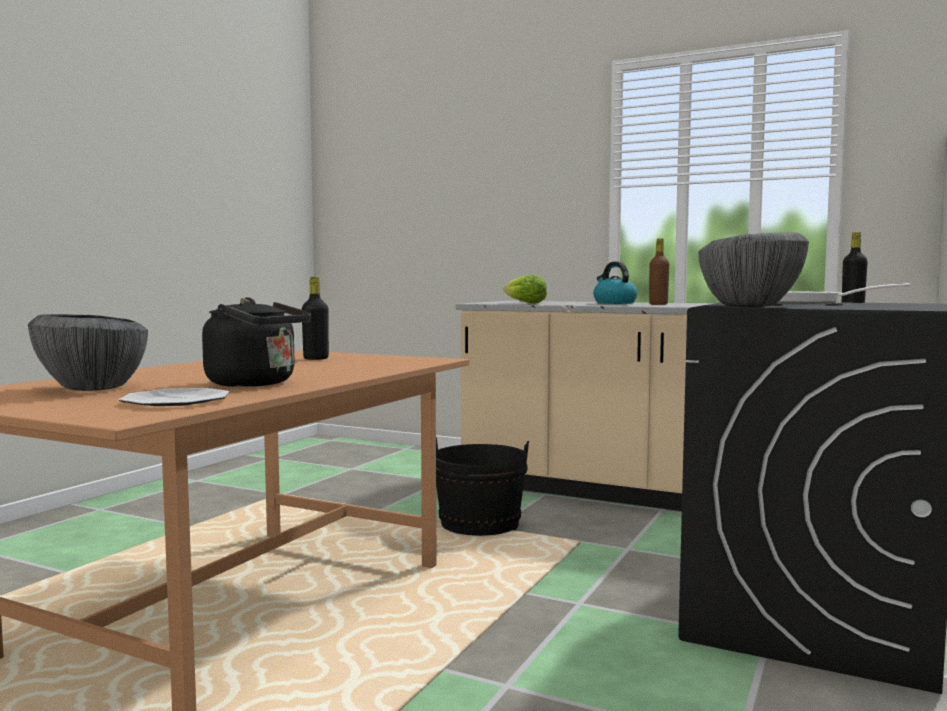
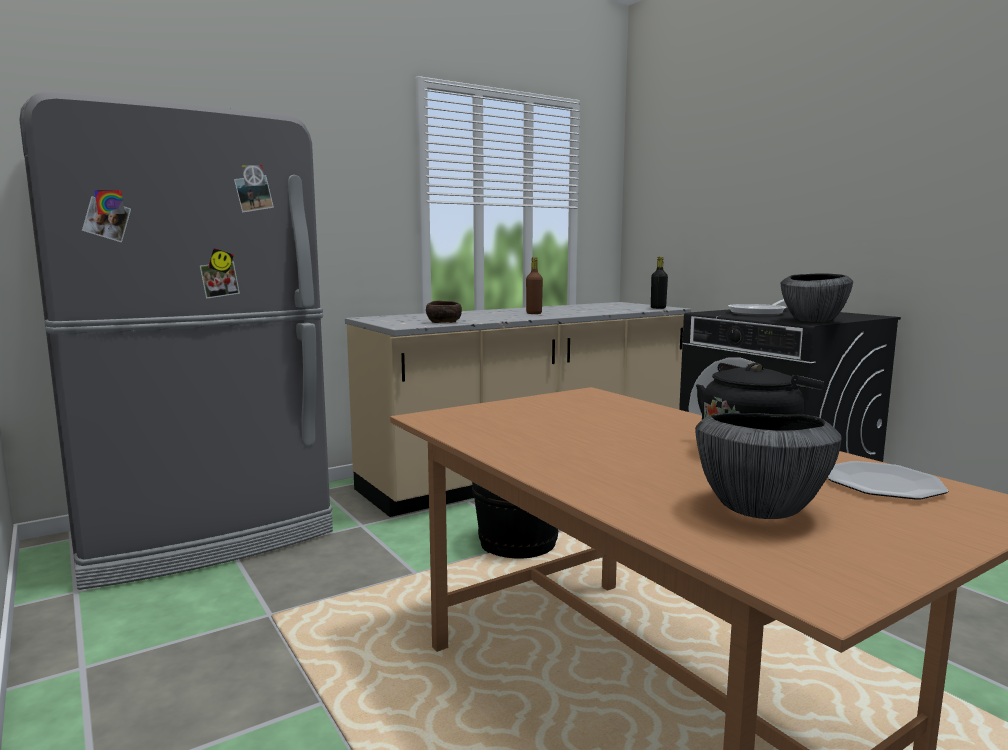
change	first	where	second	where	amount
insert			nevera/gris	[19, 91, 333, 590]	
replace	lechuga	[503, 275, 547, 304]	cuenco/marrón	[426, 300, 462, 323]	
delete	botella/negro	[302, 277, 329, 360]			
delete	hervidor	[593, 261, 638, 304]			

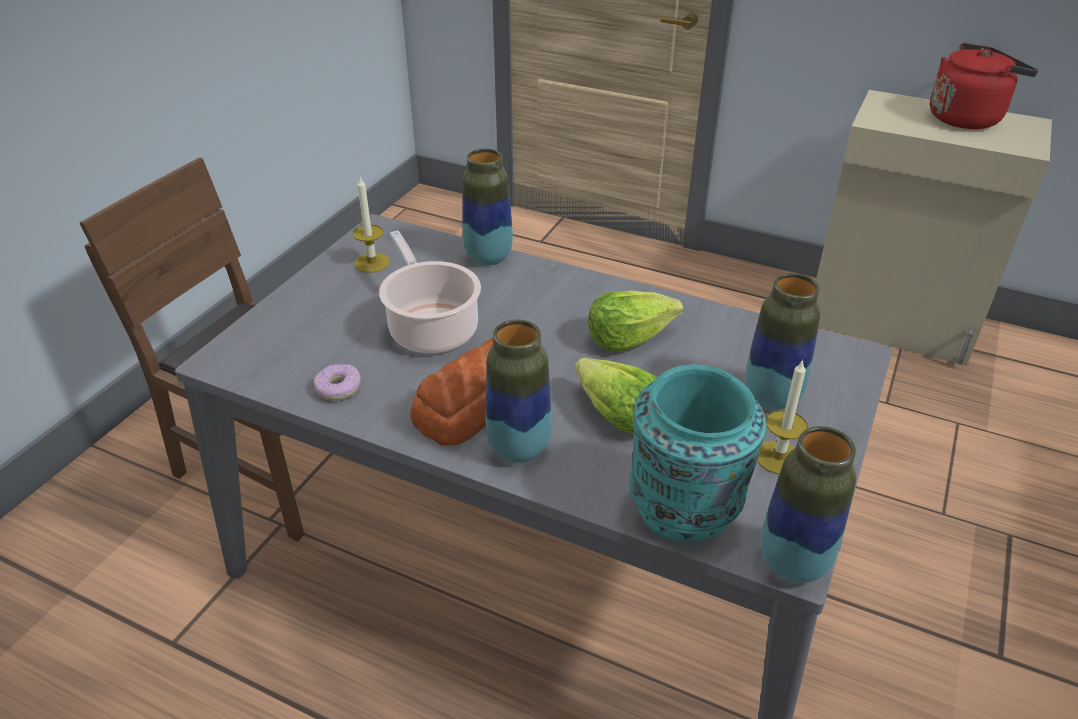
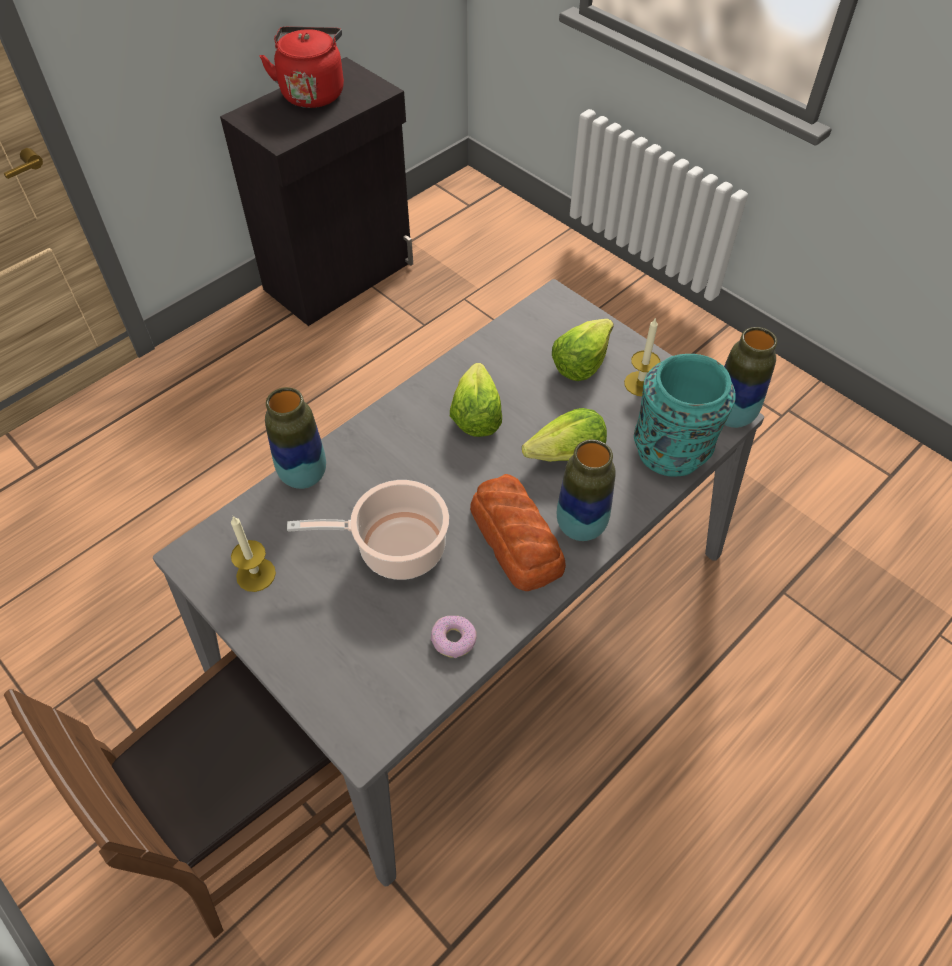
change	first	where	second	where	amount
recolor	armario/beis	[816, 90, 1052, 366]	armario/negro	[220, 57, 413, 326]	
replace	florero	[745, 273, 820, 410]	lechuga	[552, 319, 614, 381]	

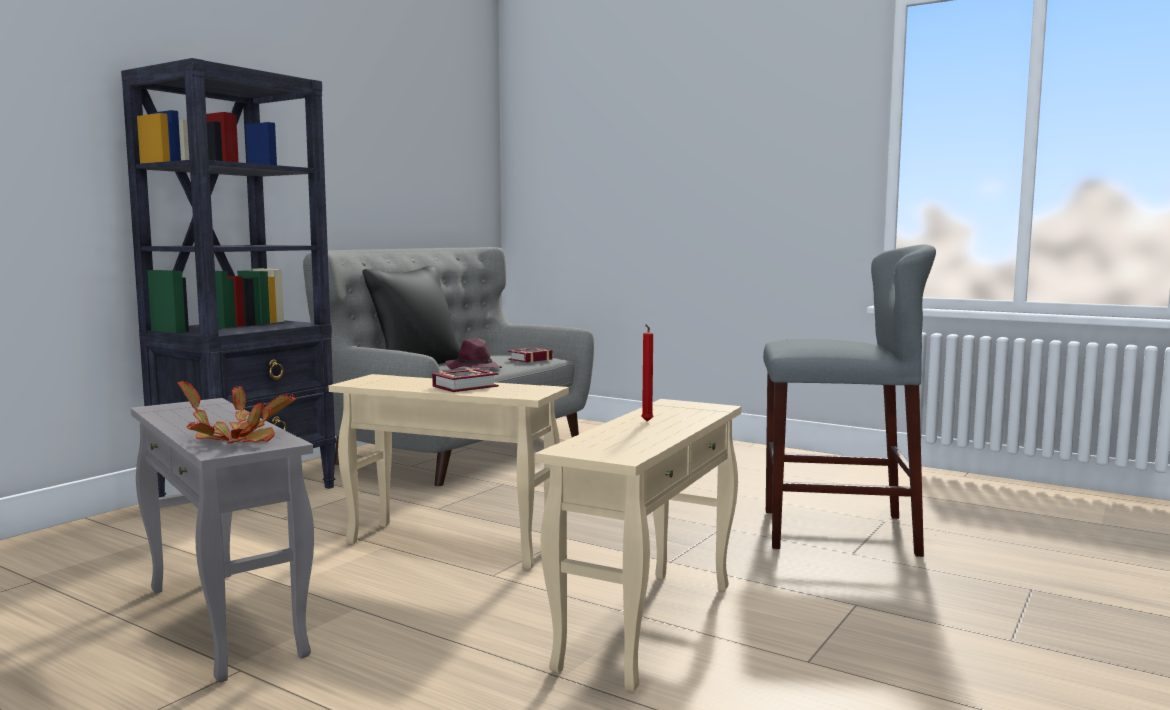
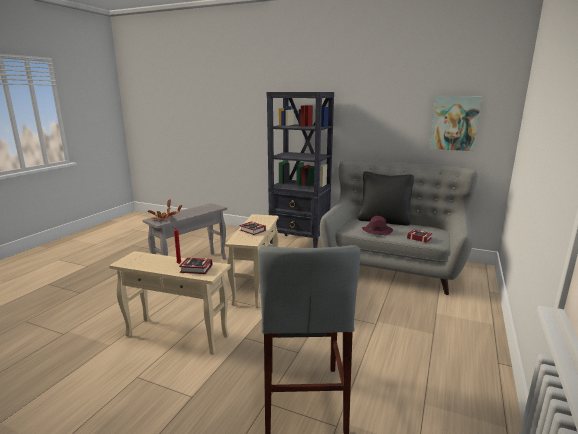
change	first	where	second	where	amount
insert			libro	[179, 257, 213, 274]	
insert			cuadro	[430, 97, 482, 151]	

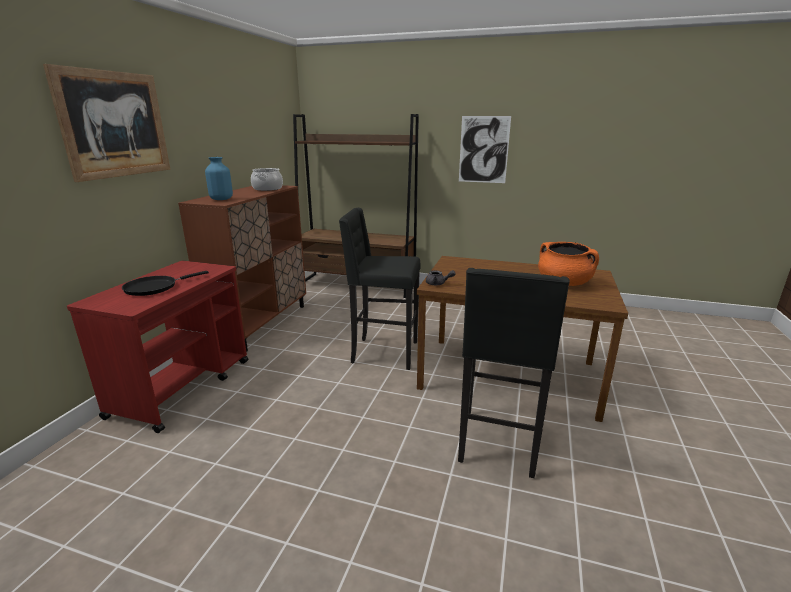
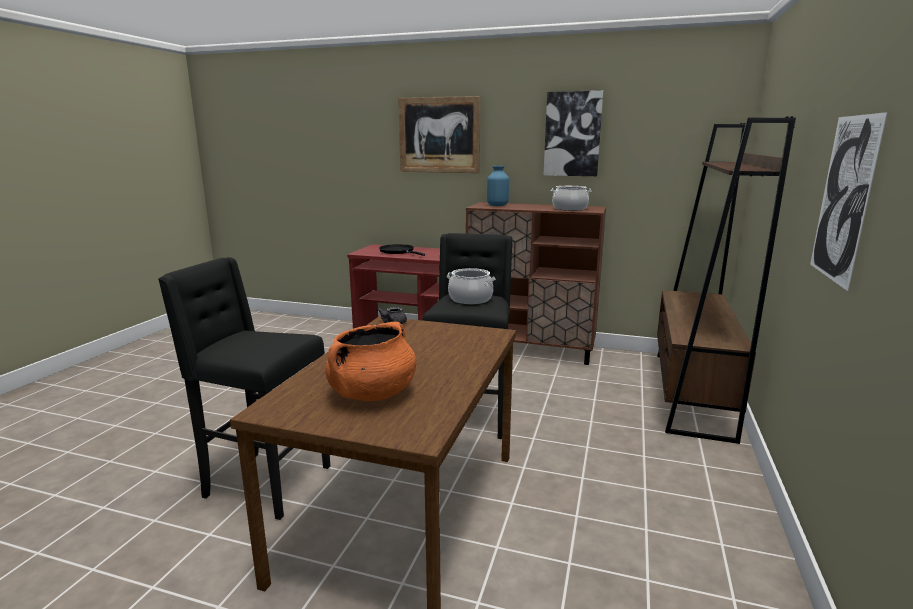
change	first	where	second	where	amount
insert			olla	[447, 268, 495, 304]	
insert			cuadro	[544, 91, 603, 176]	

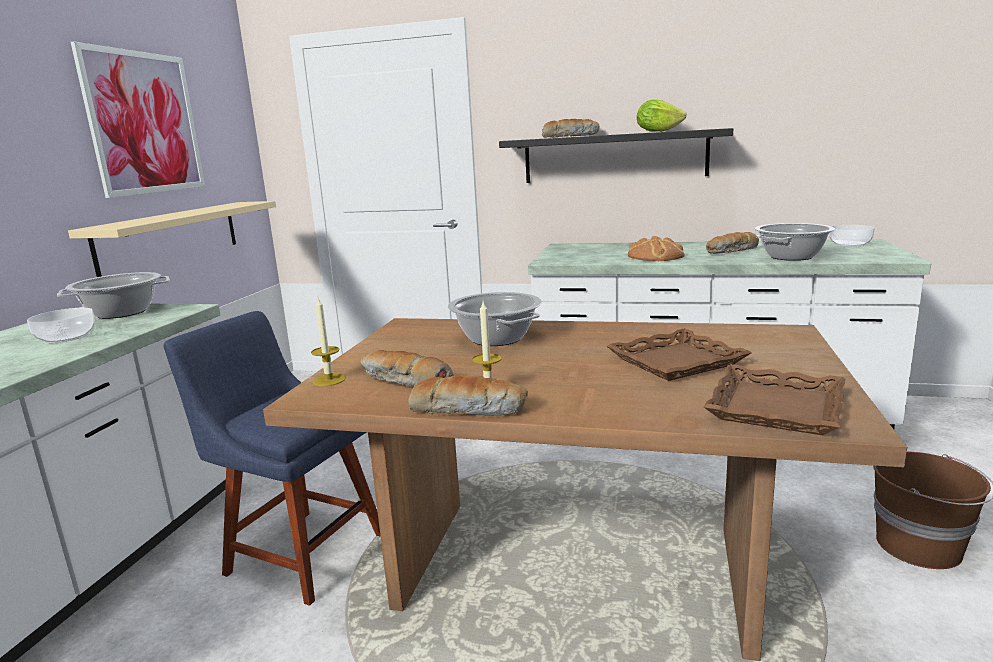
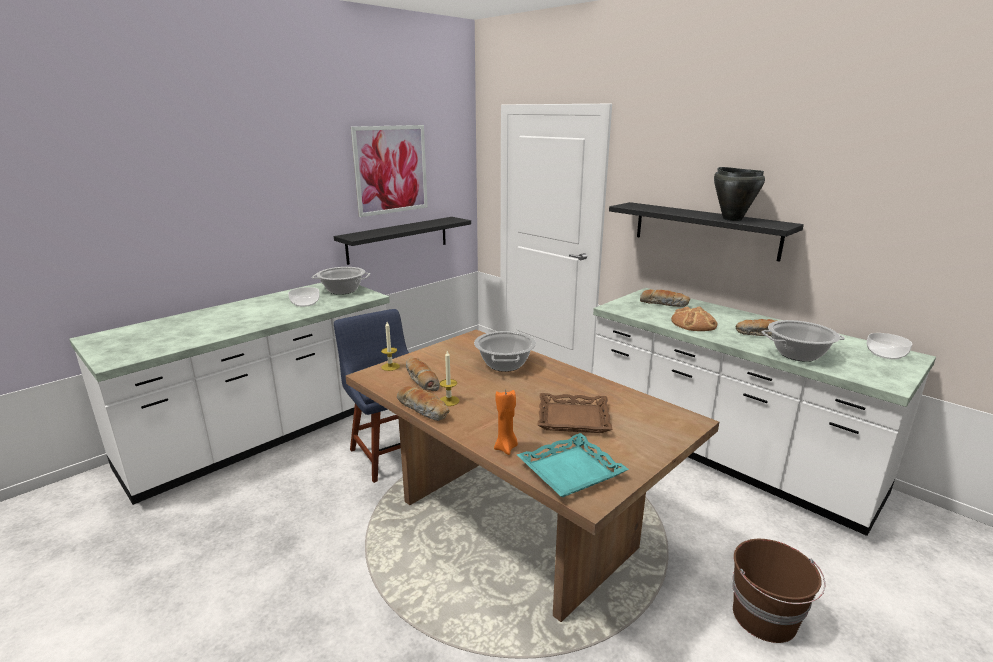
change	first	where	second	where	amount
recolor	estante/beis	[68, 201, 276, 277]	estante/negro	[334, 217, 471, 265]	
insert			vela/naranja	[494, 390, 518, 455]	
recolor	bandeja/marrón	[704, 364, 845, 435]	bandeja/turquesa	[517, 433, 629, 497]	
move	pan	[542, 119, 600, 138]		[640, 289, 690, 307]	
replace	lechuga	[637, 100, 687, 132]	olla/negro	[714, 167, 765, 221]	

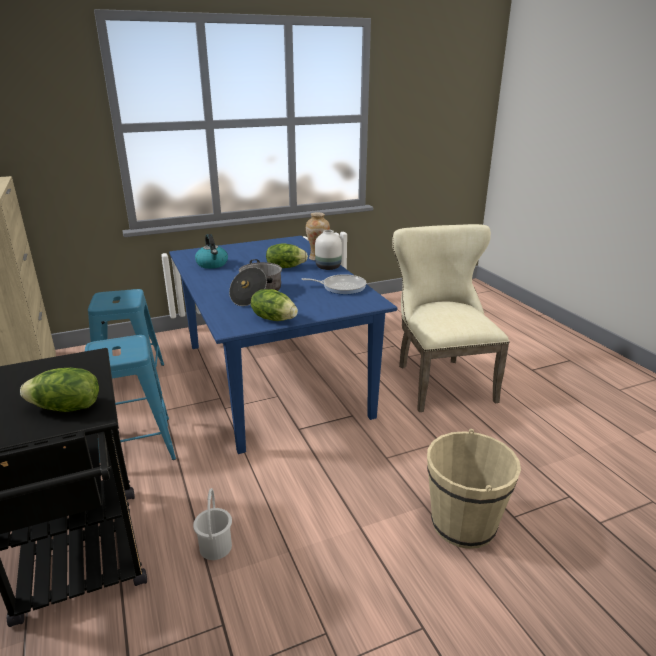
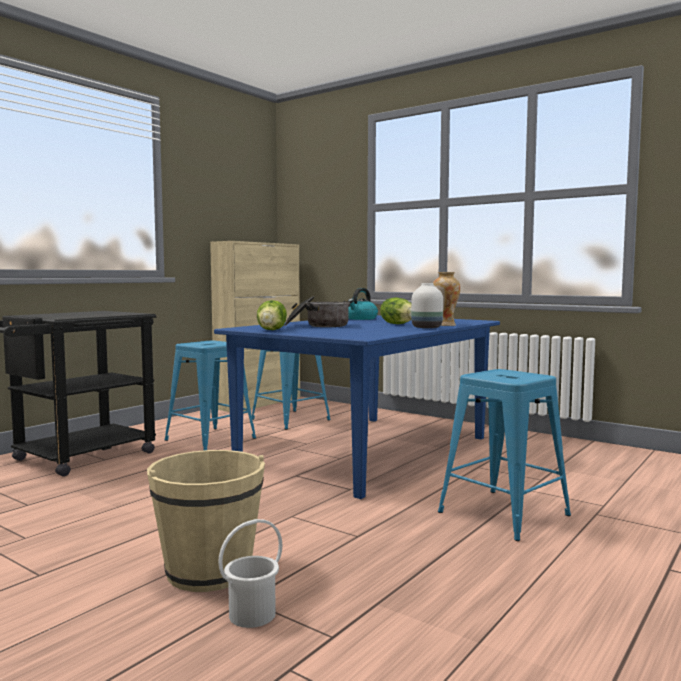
change	first	where	second	where	amount
move	cubo/blanco	[193, 488, 232, 560]		[218, 519, 282, 628]	
replace	silla/beis	[392, 224, 509, 412]	taburete/azul	[438, 369, 571, 541]	
delete	lechuga	[20, 368, 99, 412]			
delete	sartén	[302, 274, 366, 295]			

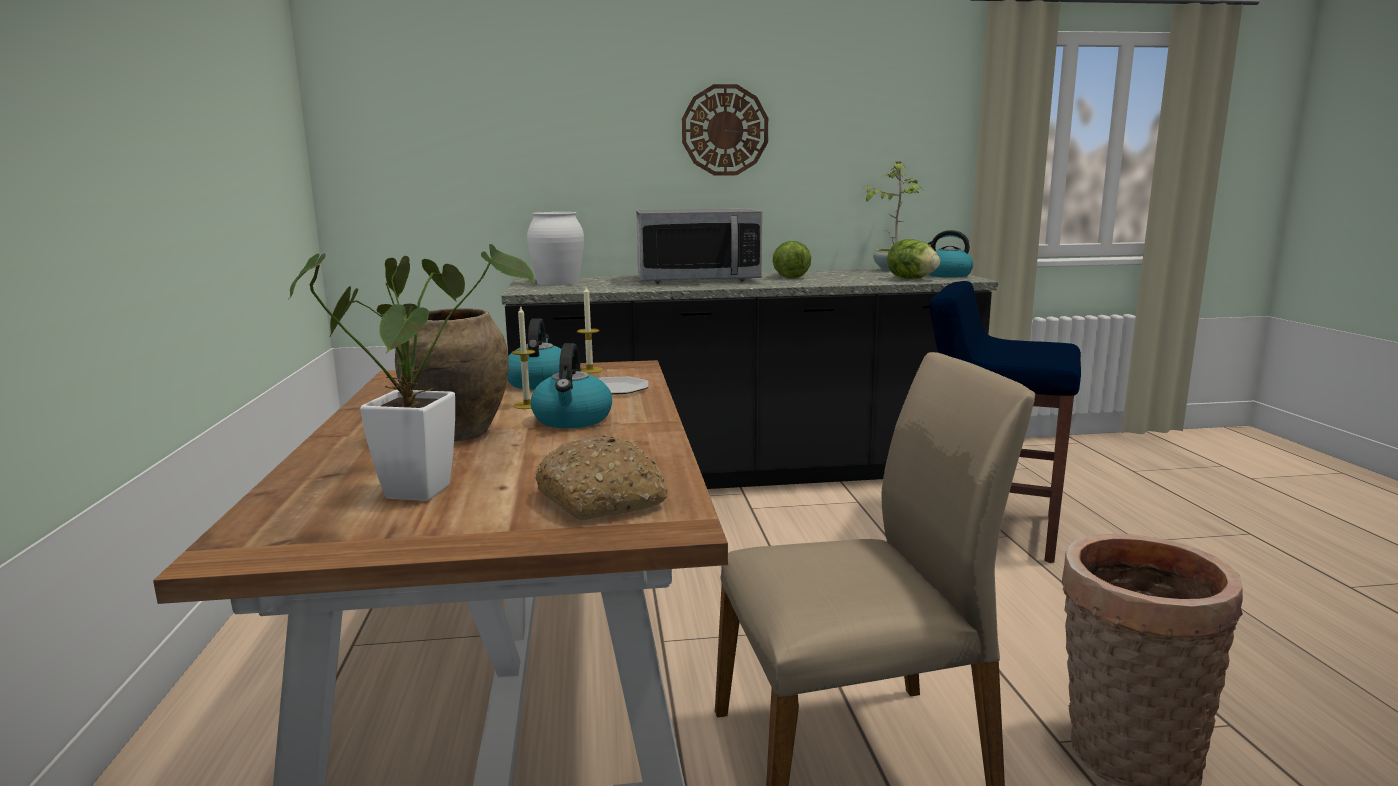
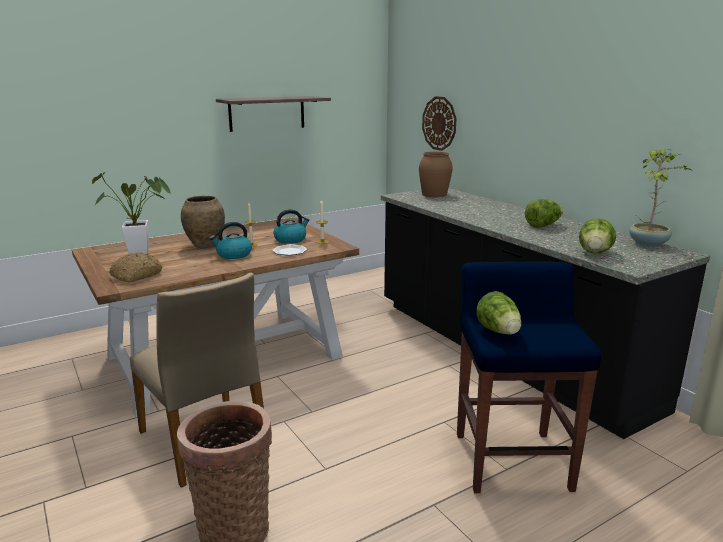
change	first	where	second	where	amount
insert			estante	[216, 96, 331, 132]	
recolor	florero/blanco	[527, 212, 584, 286]	florero/marrón	[419, 152, 453, 197]	
move	reloj de pared	[682, 84, 768, 176]		[422, 96, 457, 151]	
insert			lechuga	[476, 291, 521, 335]	
delete	microondas	[636, 208, 762, 283]			
delete	hervidor	[927, 230, 973, 278]			

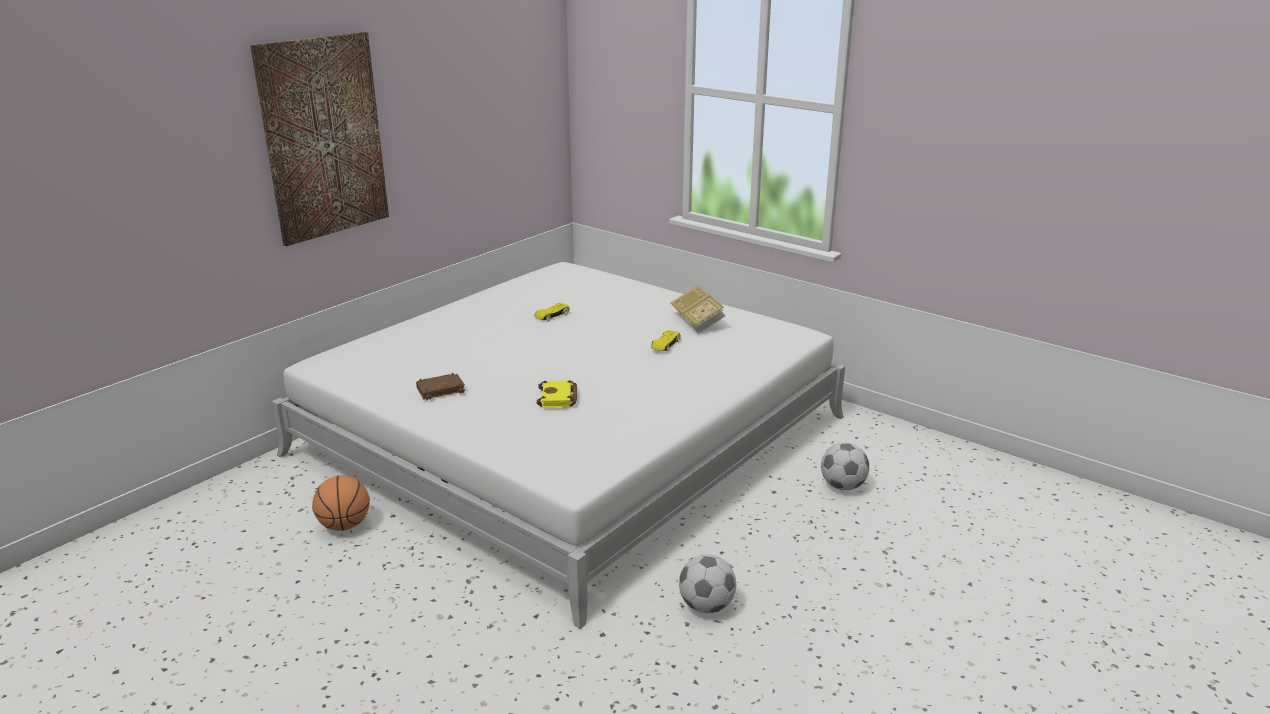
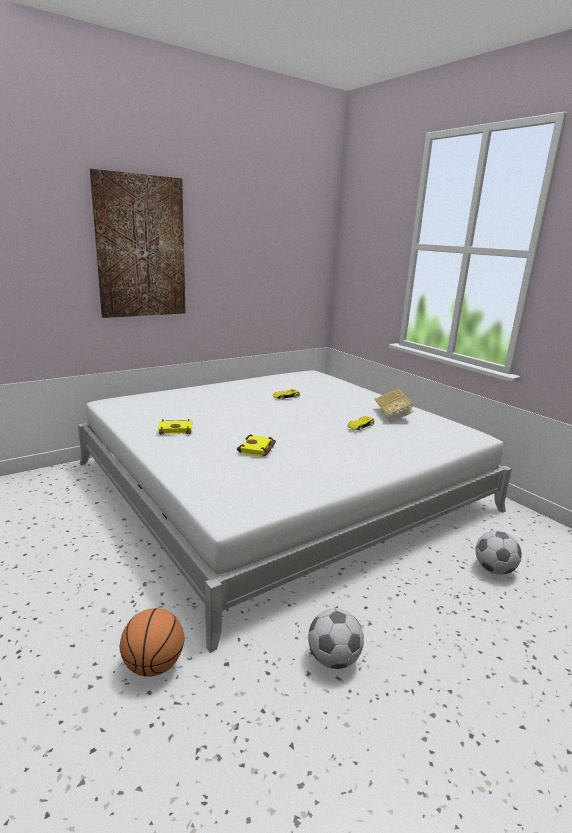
change	first	where	second	where	amount
move	balón de baloncesto	[312, 475, 370, 531]		[120, 608, 184, 677]	
recolor	libro/marrón	[416, 373, 465, 400]	libro/amarillo	[158, 419, 192, 435]	

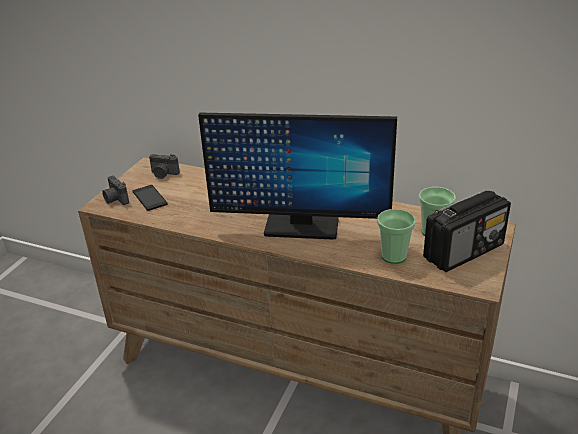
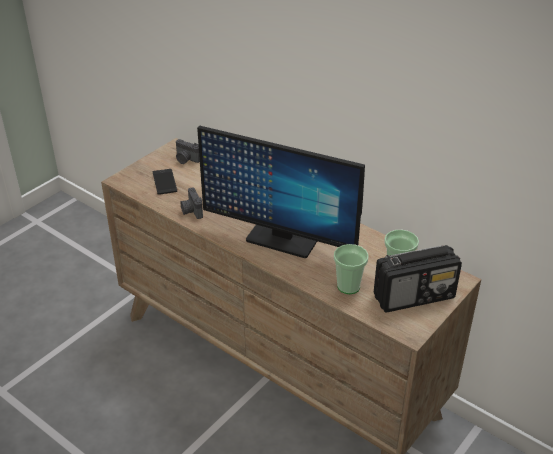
change	first	where	second	where	amount
move	cámara	[102, 176, 129, 205]		[181, 187, 203, 219]	

